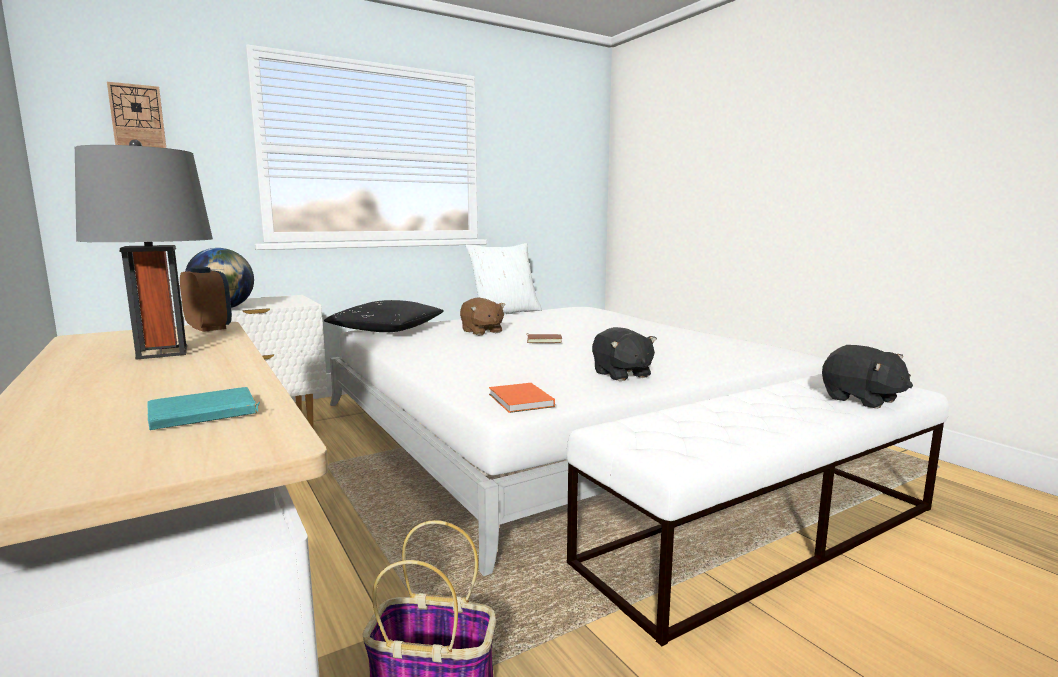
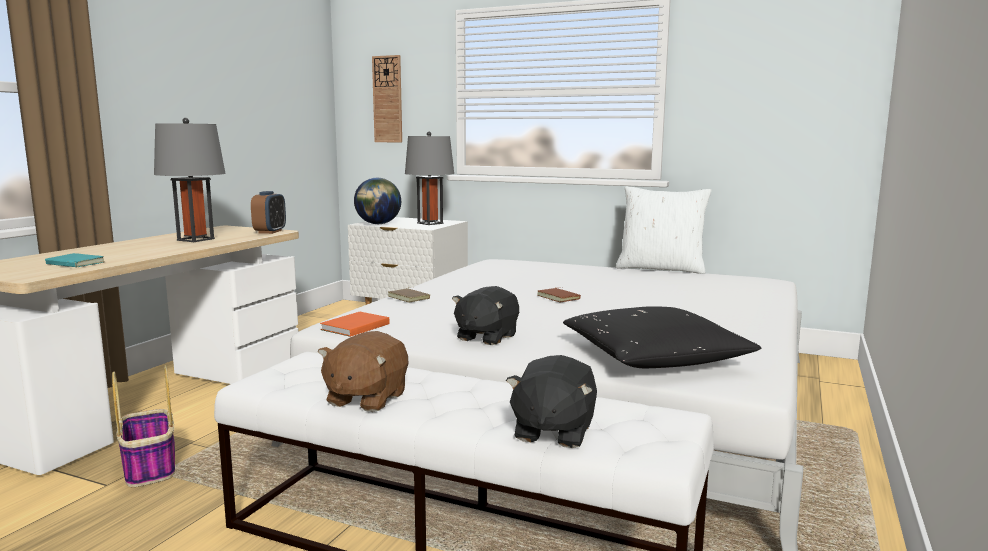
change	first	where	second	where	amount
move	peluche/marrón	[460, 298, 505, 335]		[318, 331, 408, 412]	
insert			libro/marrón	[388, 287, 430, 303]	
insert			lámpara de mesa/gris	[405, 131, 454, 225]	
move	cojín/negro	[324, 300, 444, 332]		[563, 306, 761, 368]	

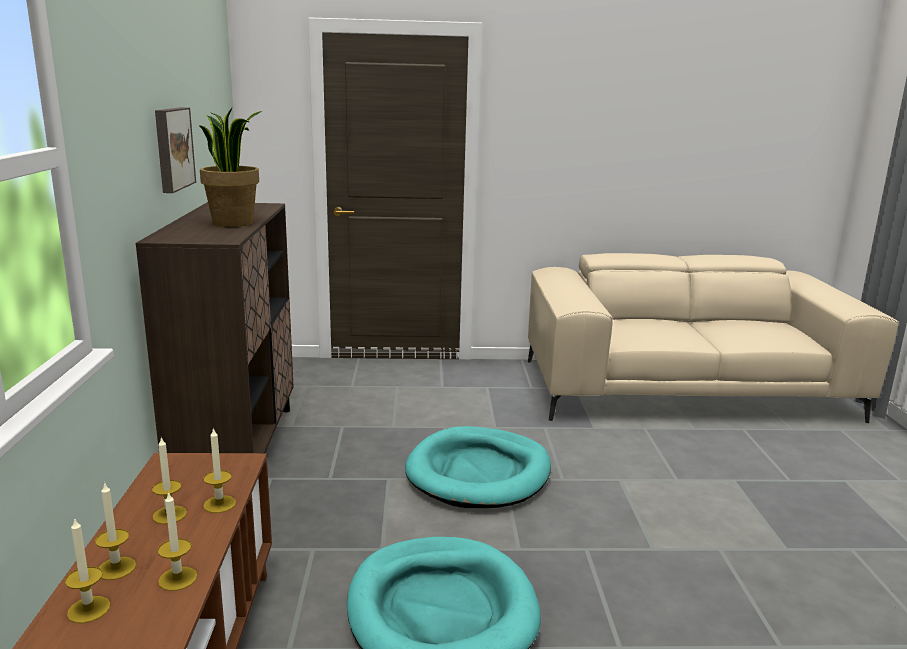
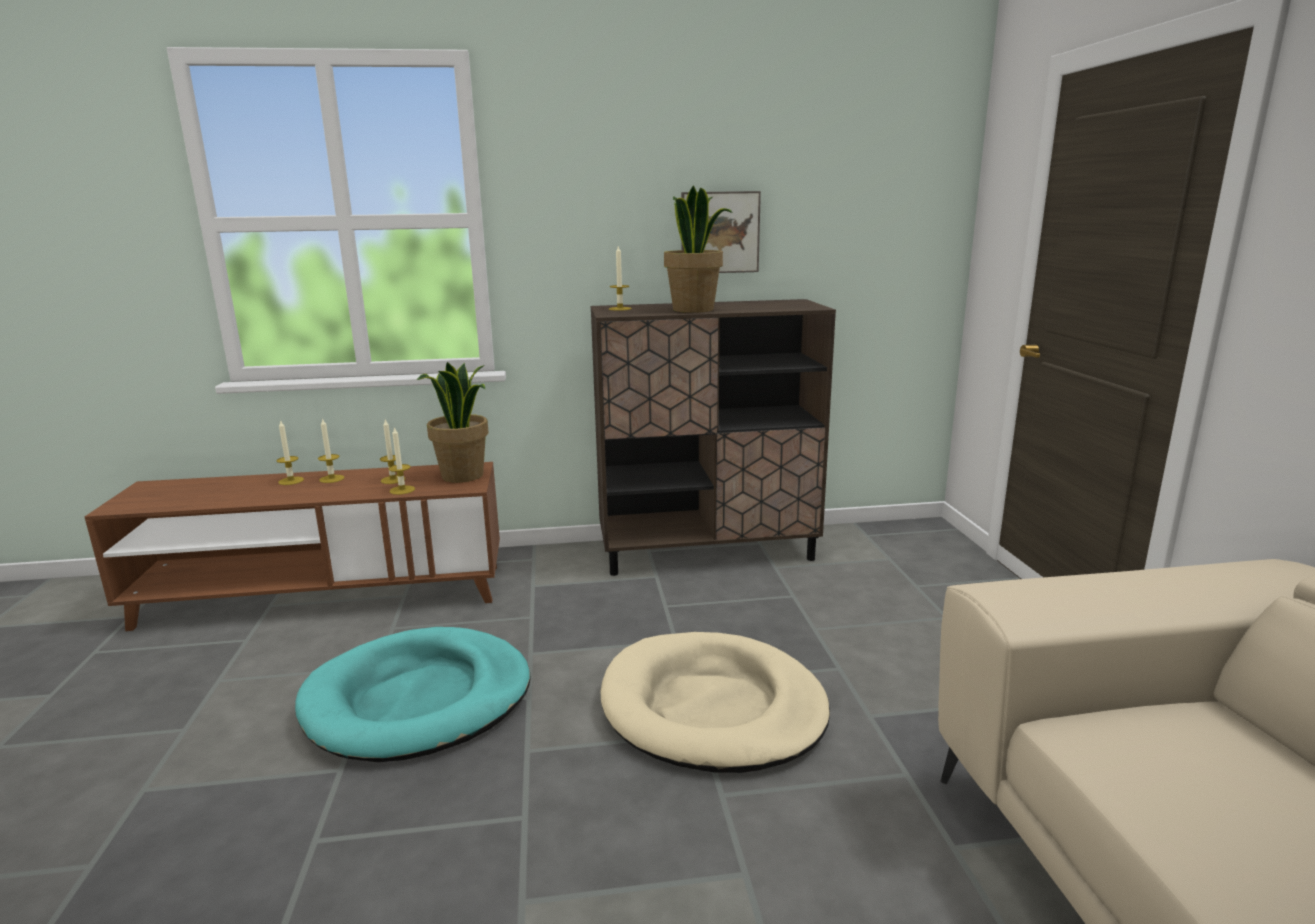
change	first	where	second	where	amount
insert			planta en maceta	[417, 362, 489, 483]	
recolor	cama para perro/turquesa	[405, 426, 551, 508]	cama para perro/beis	[601, 632, 830, 773]	
move	vela	[158, 491, 197, 591]		[609, 246, 632, 311]	

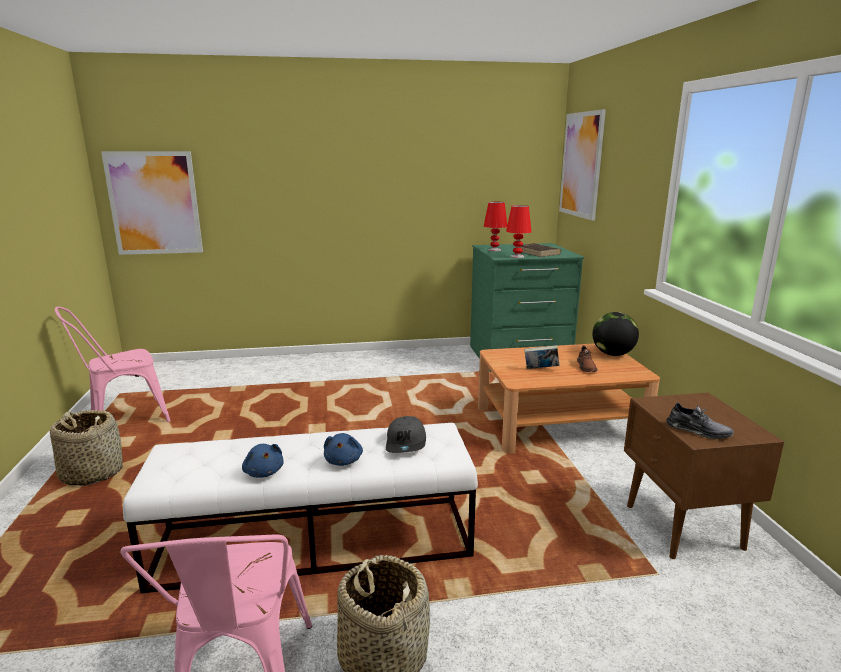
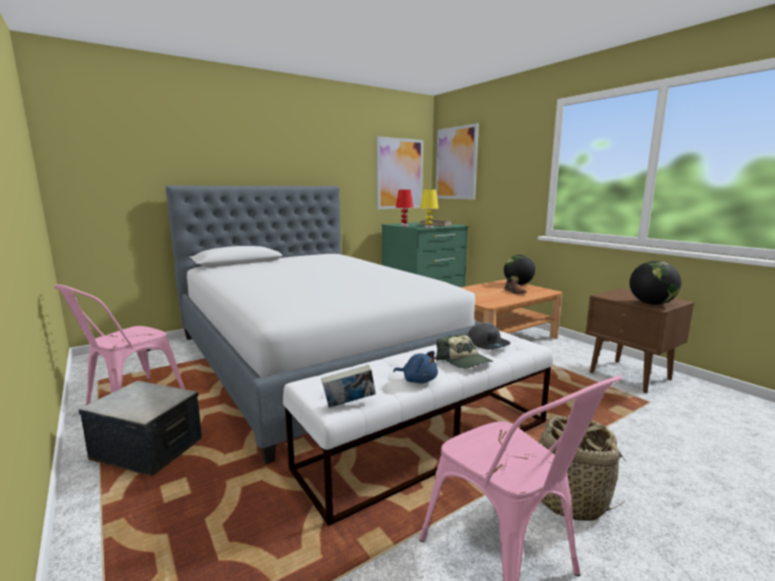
change	first	where	second	where	amount
replace	cesta	[50, 410, 123, 486]	caja de almacenaje	[79, 381, 202, 476]	
insert			cama	[166, 185, 493, 464]	
move	libro	[524, 345, 560, 369]		[321, 365, 376, 408]	
move	cuadro	[101, 151, 203, 255]		[376, 136, 423, 209]	
recolor	lámpara de mesa/rojo	[506, 205, 531, 258]	lámpara de mesa/amarillo	[420, 190, 439, 228]	
replace	peluche/azul	[324, 433, 363, 466]	gorra	[436, 334, 493, 369]	
replace	zapato/gris	[667, 402, 734, 439]	globo terráqueo	[629, 261, 682, 305]	

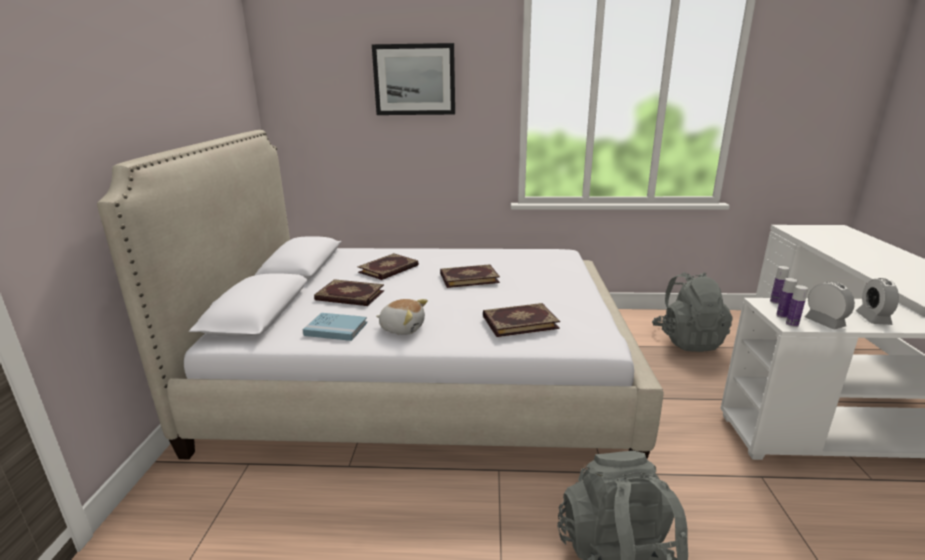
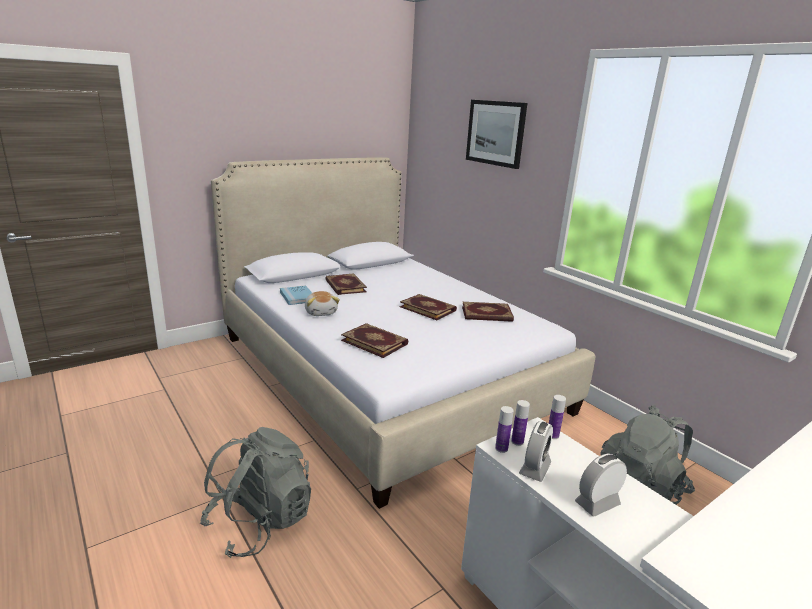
change	first	where	second	where	amount
move	libro	[357, 253, 419, 280]		[462, 302, 514, 322]	

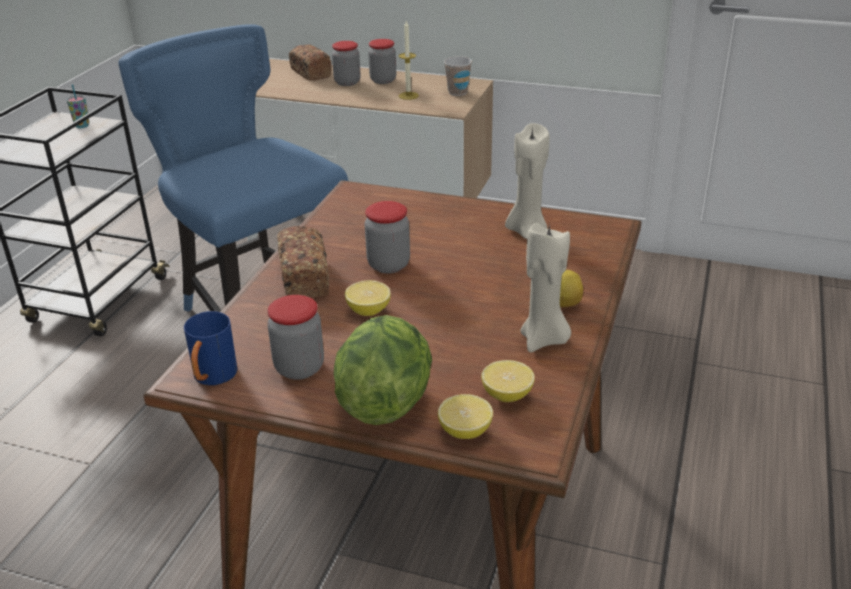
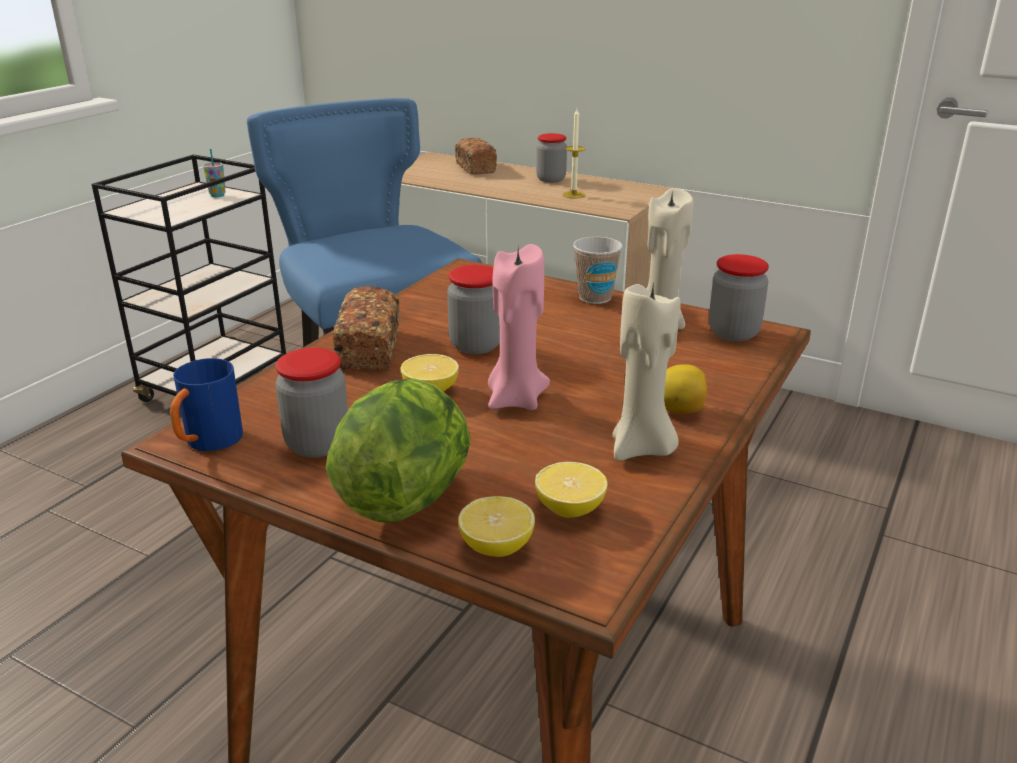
change	first	where	second	where	amount
insert			vela/rosa	[488, 244, 550, 410]	
move	taza	[444, 56, 472, 96]		[573, 237, 623, 304]	
move	tarro	[332, 41, 361, 86]		[709, 254, 769, 341]	

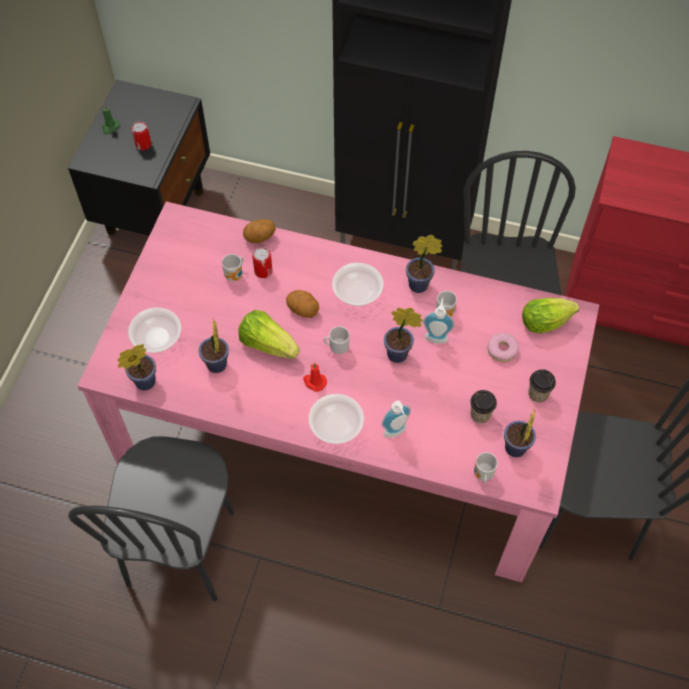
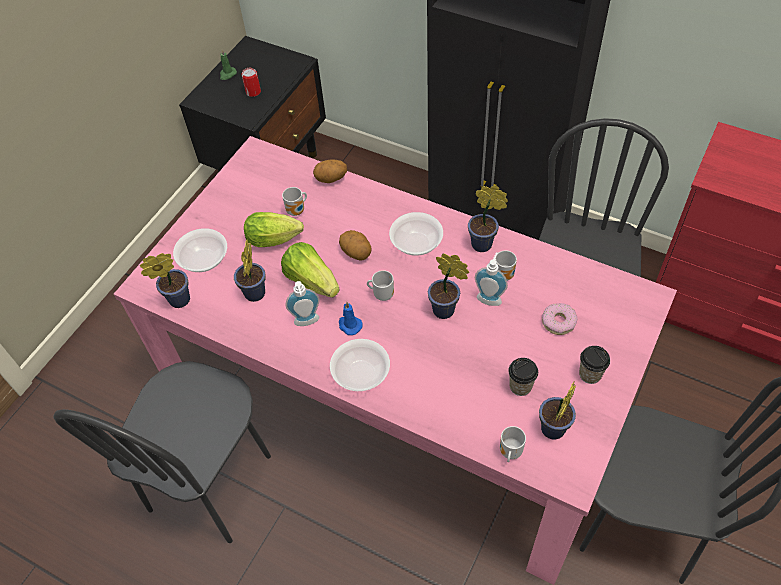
change	first	where	second	where	amount
move	lechuga	[522, 298, 579, 333]		[244, 212, 304, 247]	
move	dispensador de jabón	[382, 400, 411, 438]		[285, 281, 320, 326]	
recolor	vela/rojo	[303, 363, 327, 392]	vela/azul	[339, 302, 363, 335]	
delete	lata	[252, 247, 273, 278]			

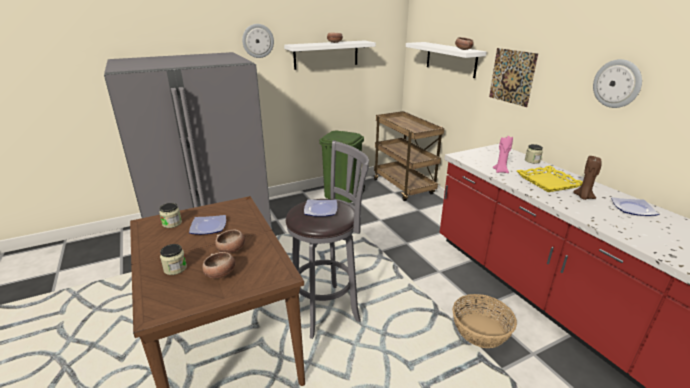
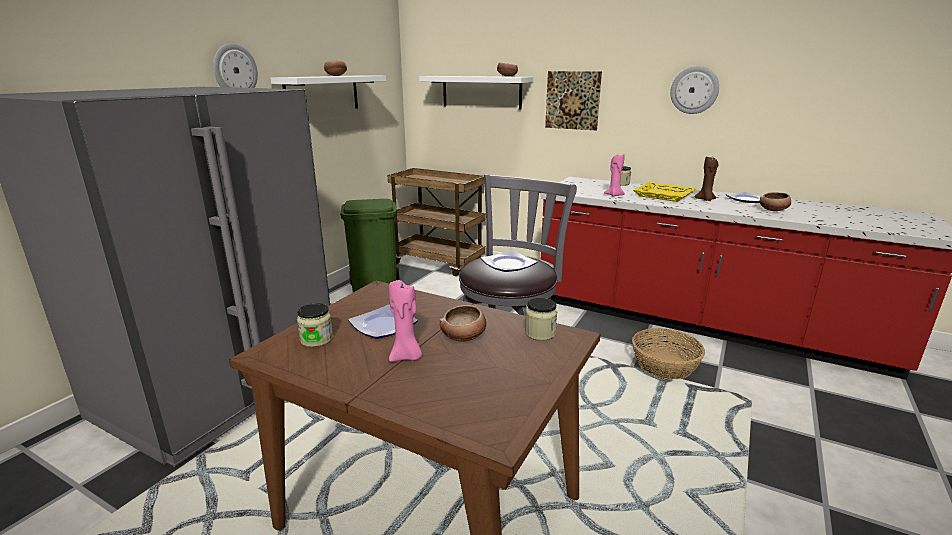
change	first	where	second	where	amount
insert			vela/rosa	[389, 280, 422, 362]	
move	tarro	[160, 244, 187, 275]		[525, 298, 557, 341]	
move	cuenco	[202, 252, 235, 278]		[760, 192, 791, 211]	

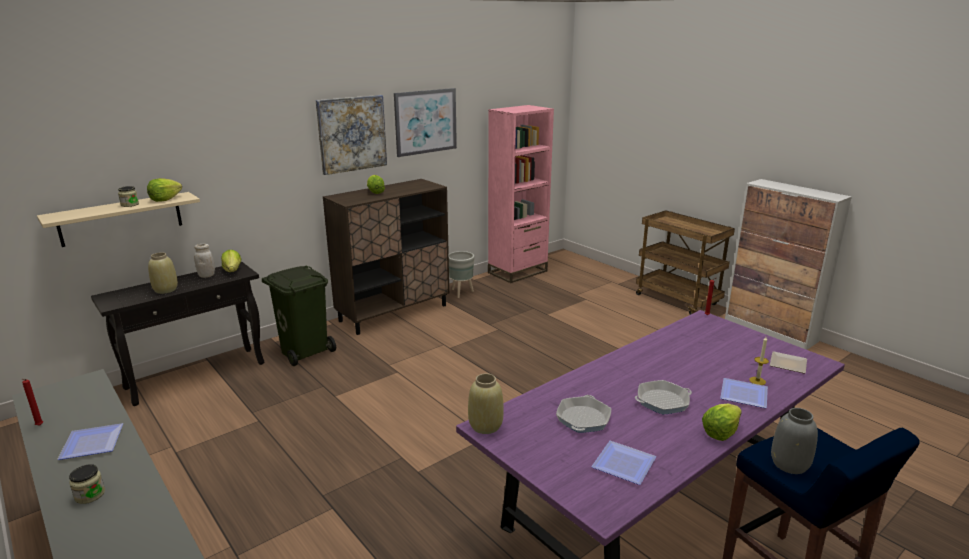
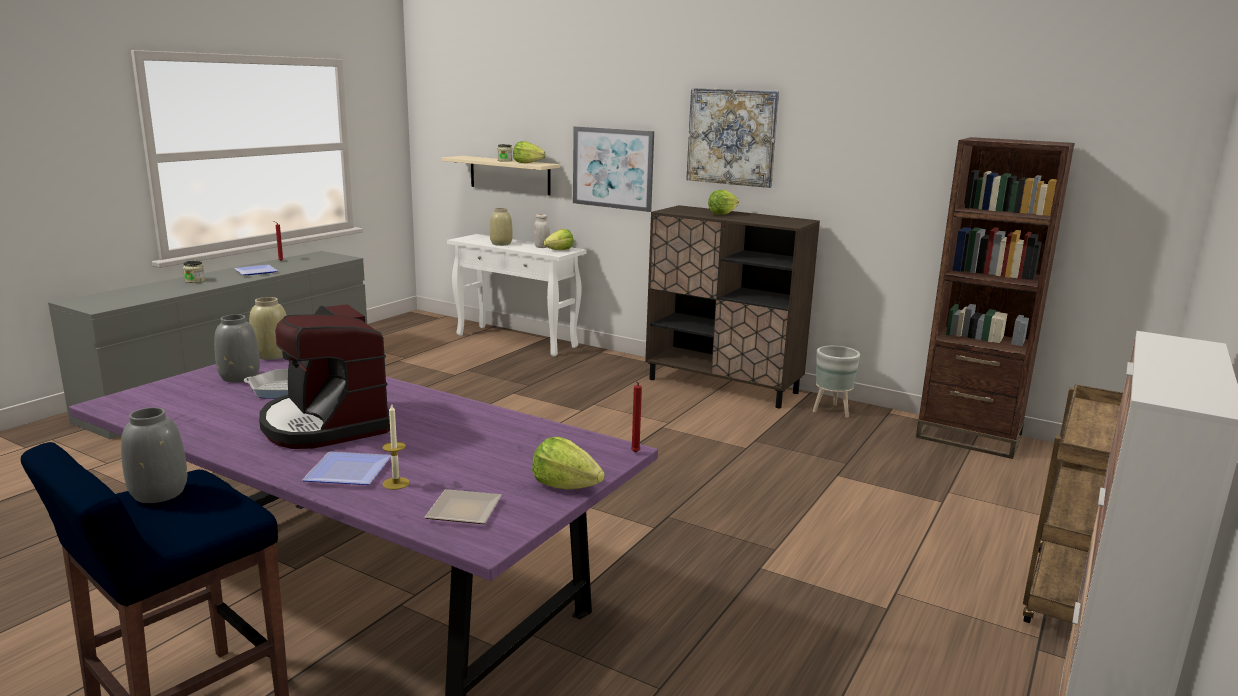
change	first	where	second	where	amount
insert			florero/gris	[214, 314, 260, 383]	
replace	sartén	[635, 380, 692, 414]	cafetera	[259, 304, 390, 449]	
recolor	mesa consola/negro	[91, 262, 264, 406]	mesa consola/blanco	[447, 234, 587, 357]	
move	lechuga	[702, 404, 742, 441]		[532, 437, 605, 489]	
move	cuadro	[394, 88, 457, 157]		[573, 127, 654, 212]	
recolor	estantería/rosa	[488, 105, 554, 283]	estantería/marrón	[916, 137, 1075, 459]	
delete	papelera/verde	[262, 266, 336, 366]			
delete	plato	[591, 441, 656, 485]			

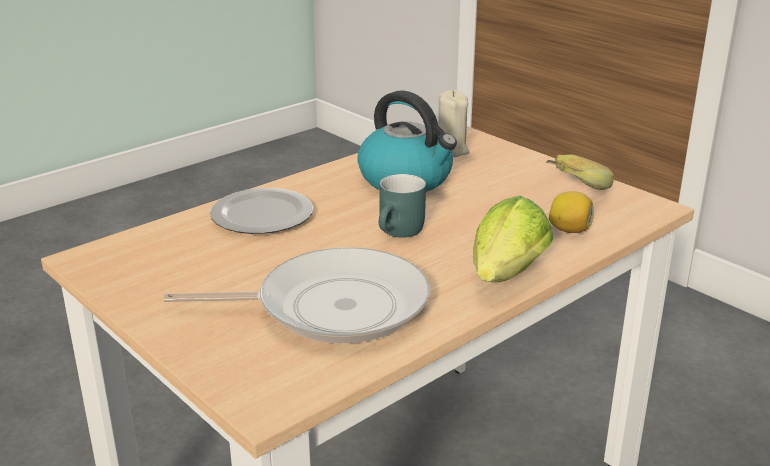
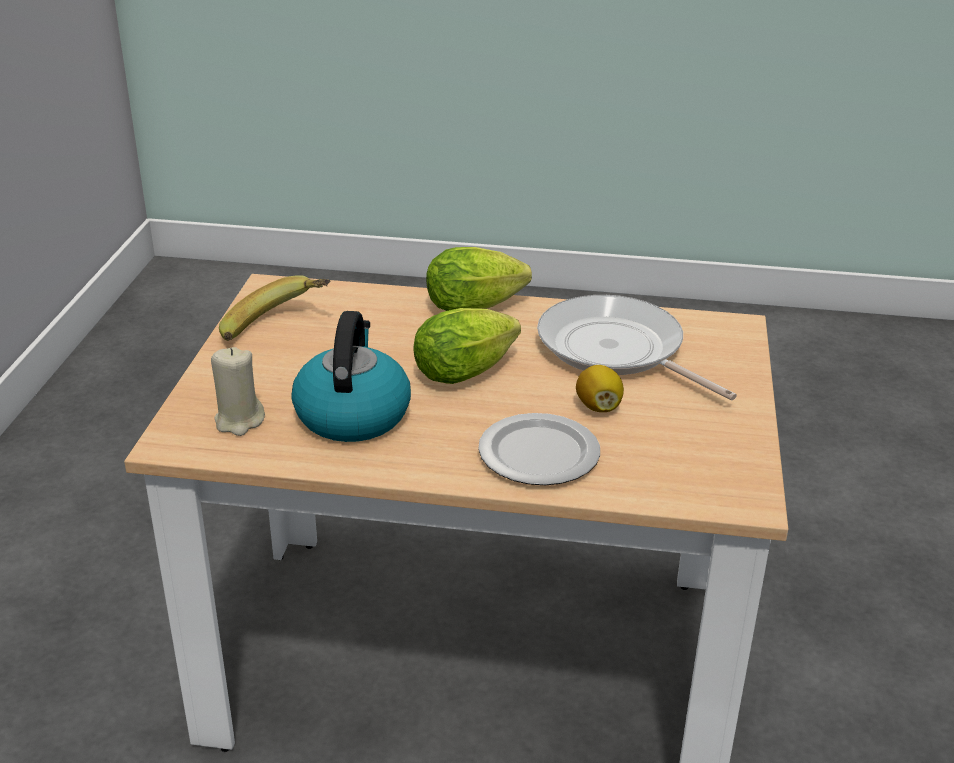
change	first	where	second	where	amount
replace	taza grande/turquesa	[379, 174, 426, 238]	lechuga	[413, 308, 521, 384]	
move	limón	[549, 191, 594, 233]		[576, 365, 624, 412]	

